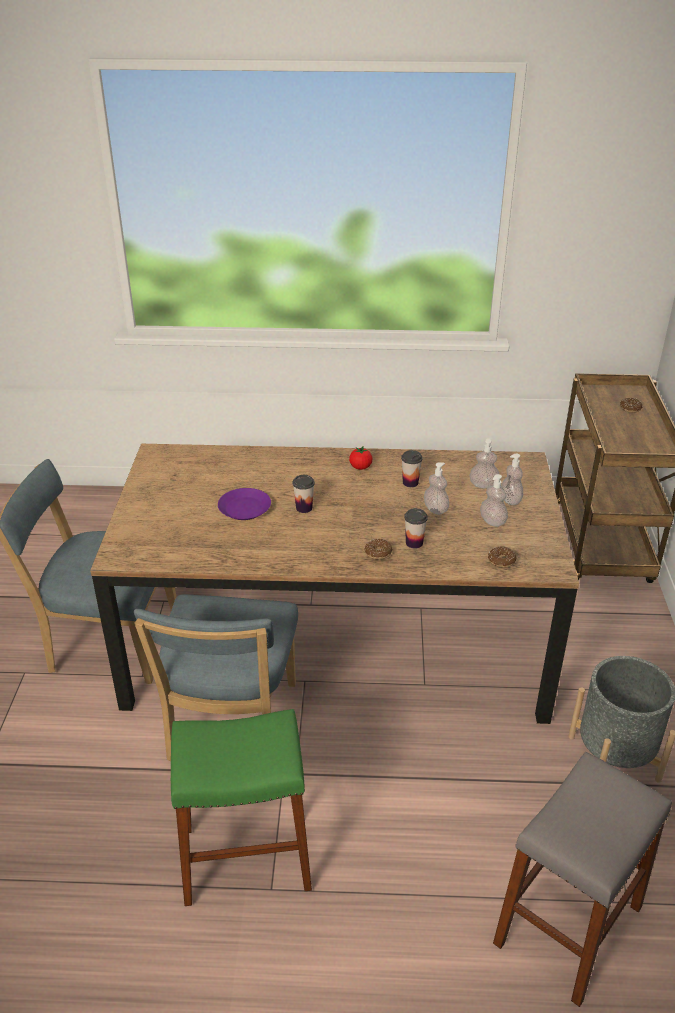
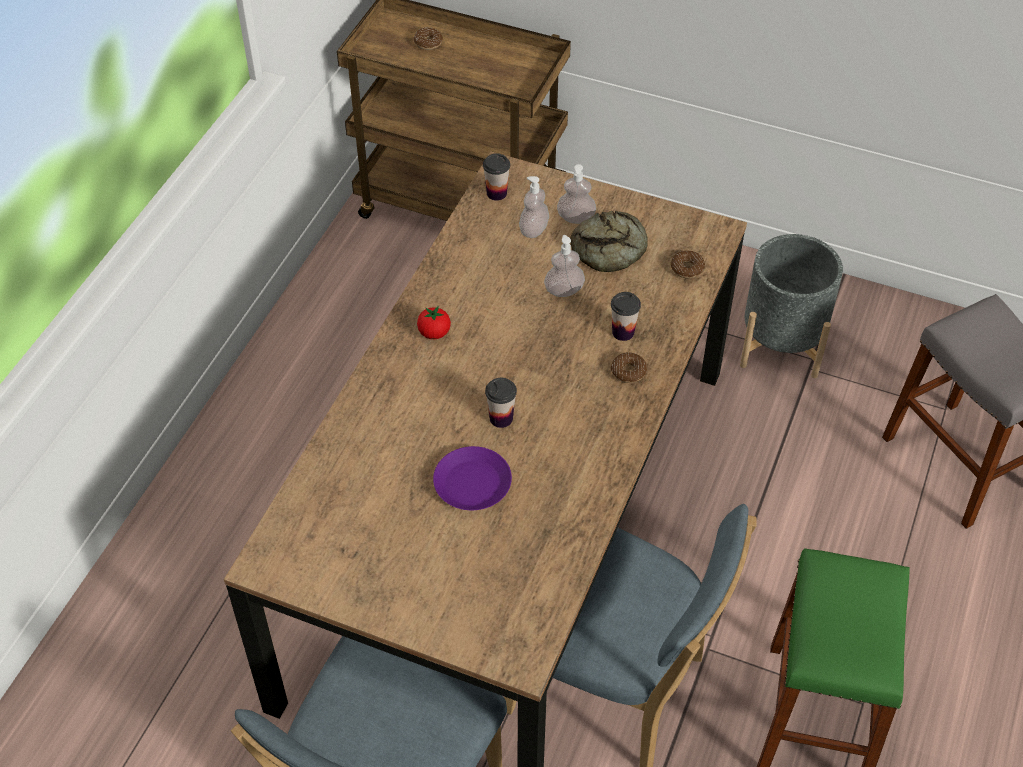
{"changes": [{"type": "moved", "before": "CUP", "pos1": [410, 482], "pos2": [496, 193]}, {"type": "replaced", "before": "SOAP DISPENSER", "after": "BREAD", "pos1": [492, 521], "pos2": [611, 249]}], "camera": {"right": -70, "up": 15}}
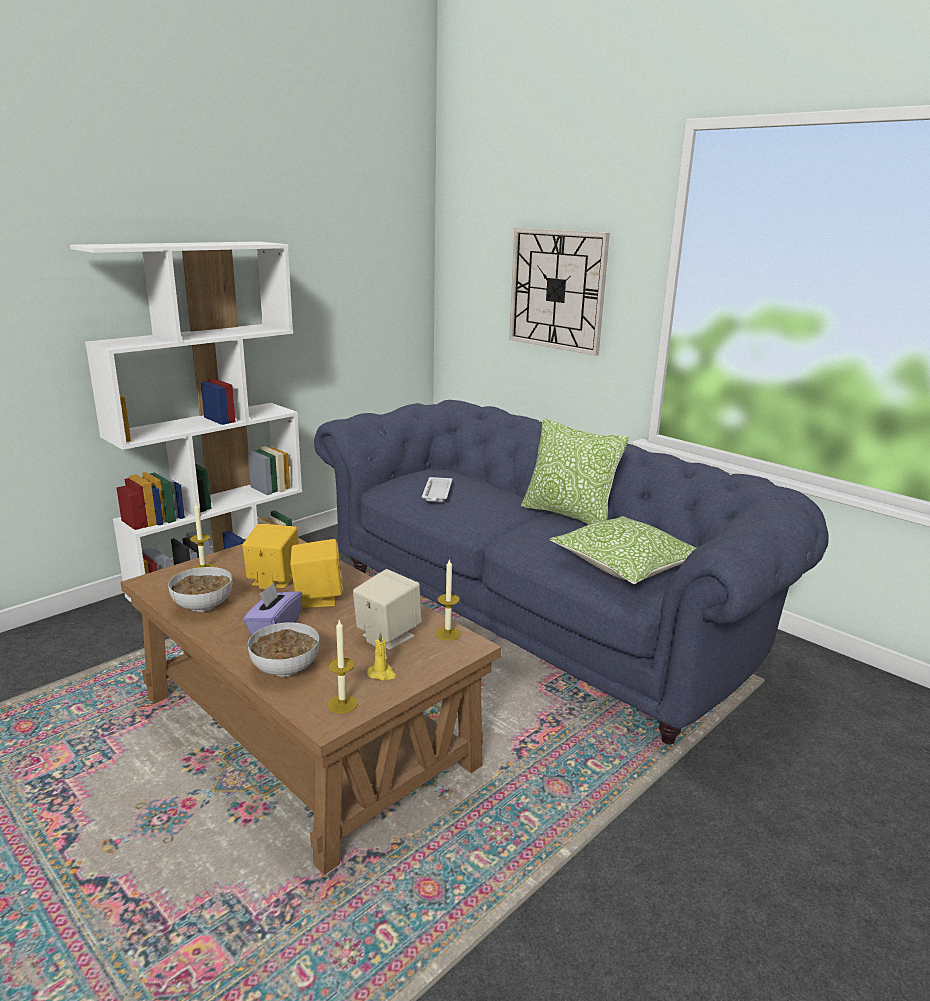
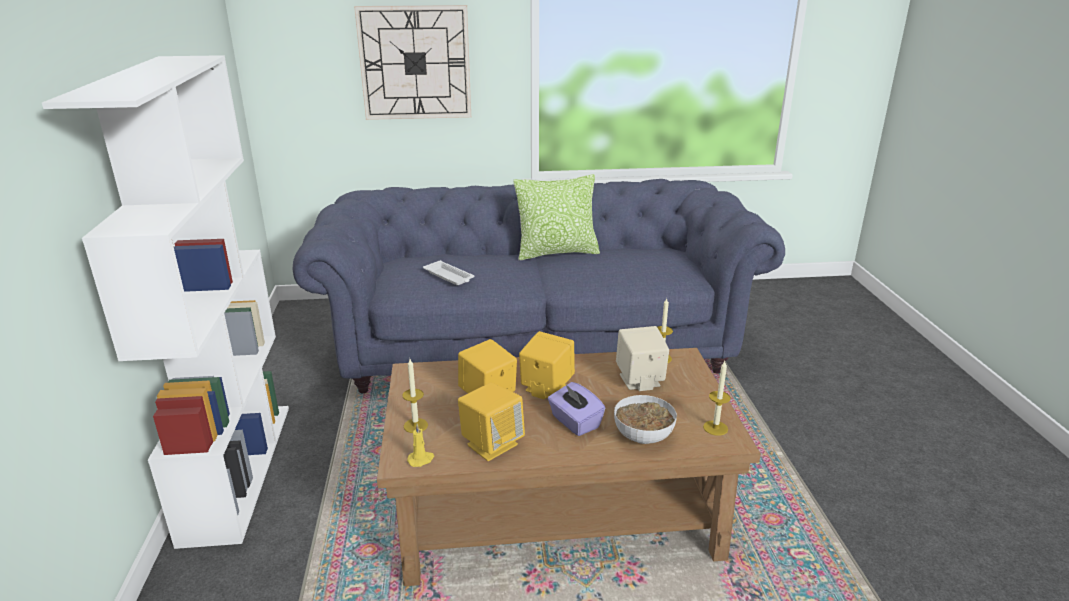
{"changes": [{"type": "removed", "before": "PILLOW", "pos1": [625, 565]}, {"type": "moved", "before": "YELLOW CANDLE", "pos1": [382, 674], "pos2": [421, 459]}, {"type": "replaced", "before": "BOWL", "after": "YELLOW SPEAKER", "pos1": [204, 605], "pos2": [492, 444]}], "camera": {"right": -50, "up": 5}}
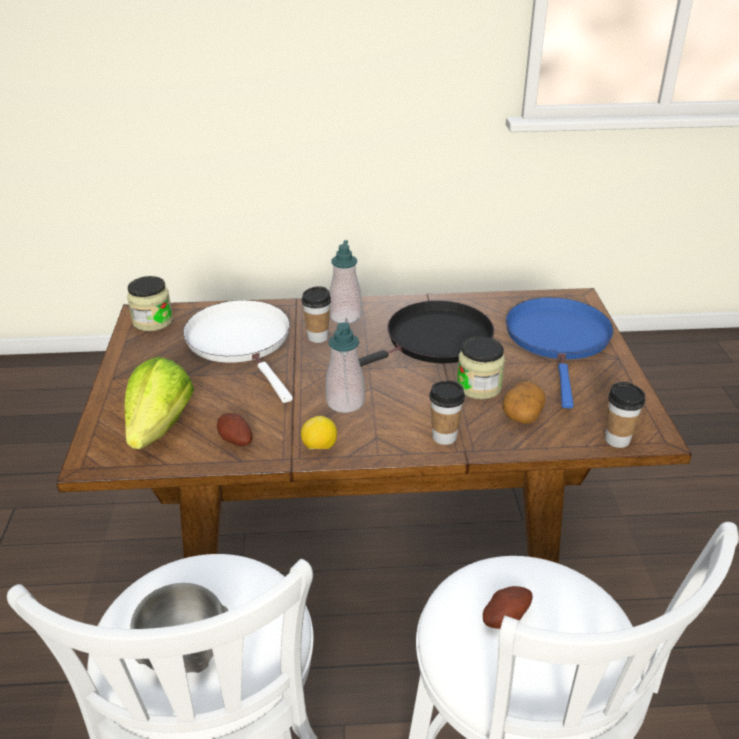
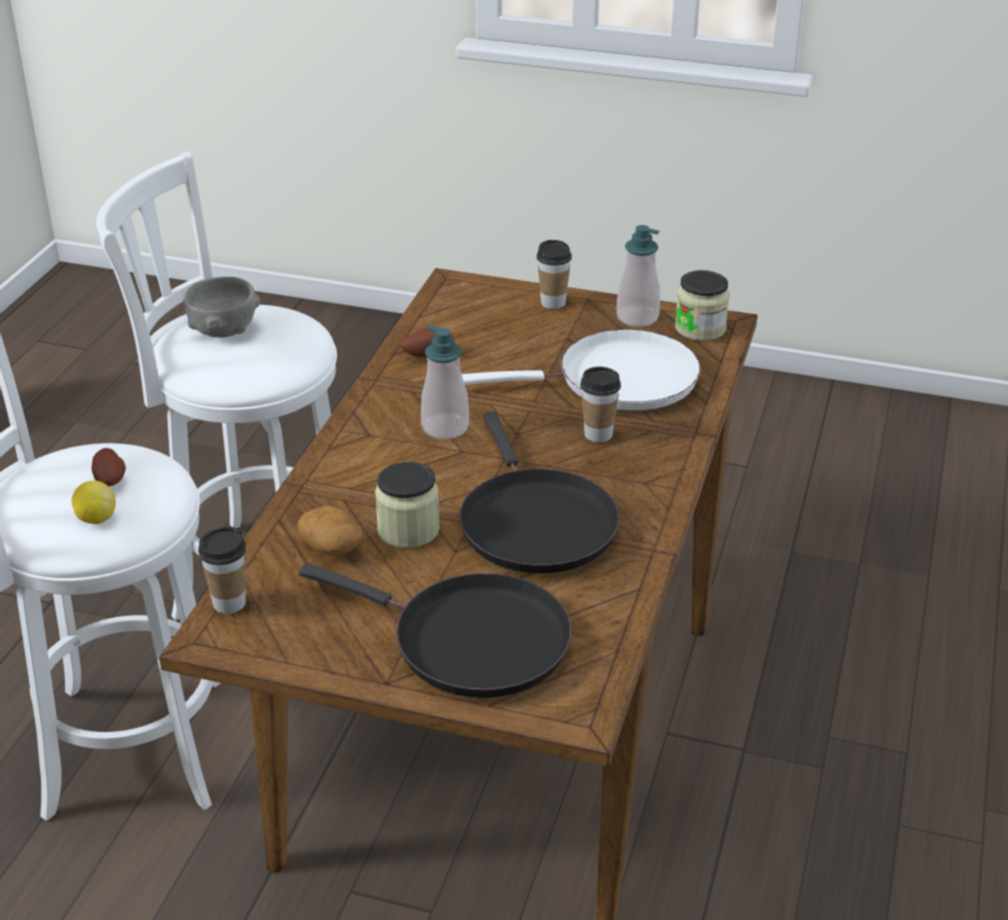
{"changes": [{"type": "removed", "before": "LETTUCE", "pos1": [160, 427]}, {"type": "moved", "before": "LEMON", "pos1": [319, 447], "pos2": [96, 518]}, {"type": "moved", "before": "SOAP DISPENSER", "pos1": [345, 316], "pos2": [637, 317]}, {"type": "moved", "before": "CUP", "pos1": [444, 437], "pos2": [553, 303]}, {"type": "recoloured", "before": "BLUE FRYING PAN", "after": "BLACK FRYING PAN", "pos1": [558, 339], "pos2": [470, 641]}], "camera": {"right": 110, "up": 0}}
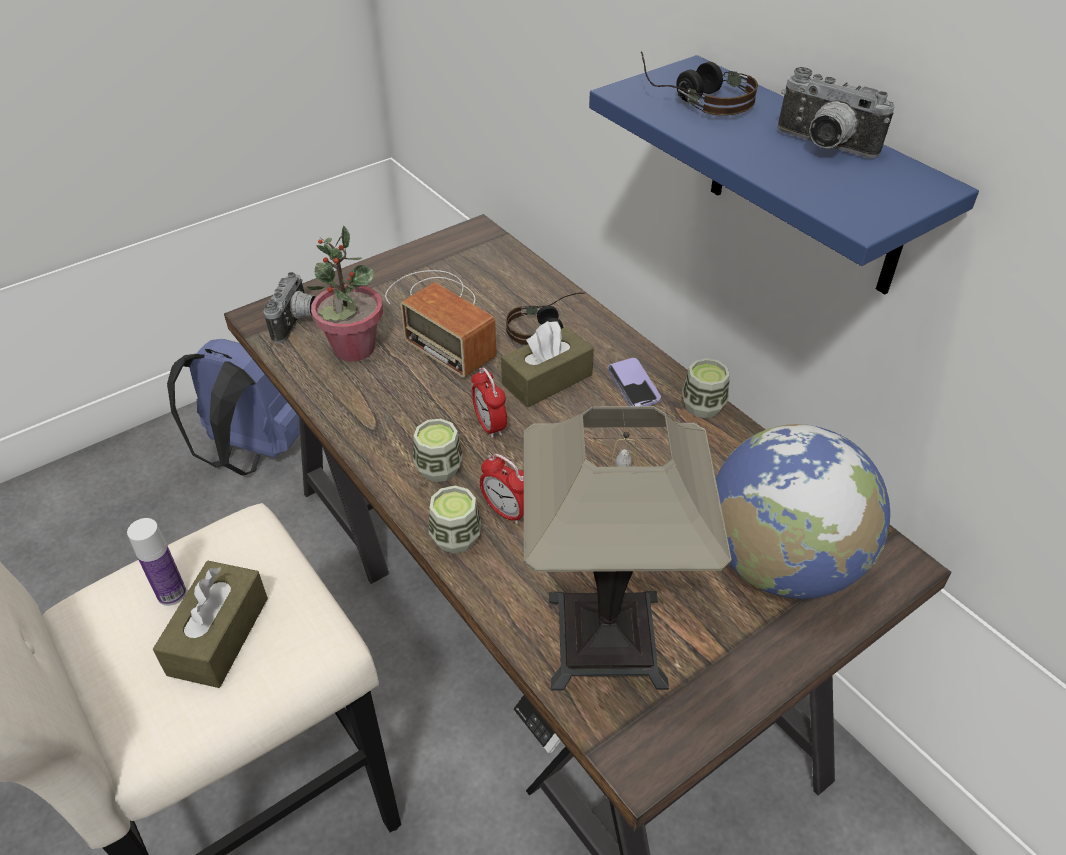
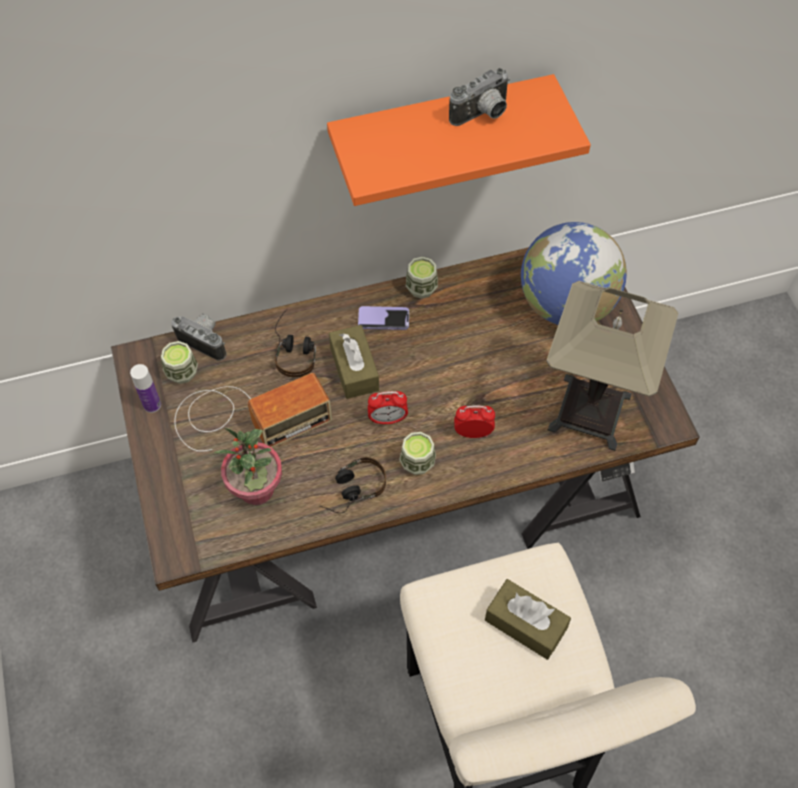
{"changes": [{"type": "removed", "before": "BLUE BACKPACK", "pos1": [249, 454]}, {"type": "moved", "before": "BOTTLE", "pos1": [172, 594], "pos2": [152, 405]}, {"type": "moved", "before": "PHOTO CAMERA", "pos1": [298, 323], "pos2": [205, 340]}, {"type": "moved", "before": "CUP", "pos1": [455, 537], "pos2": [182, 372]}, {"type": "moved", "before": "HEADPHONES", "pos1": [696, 98], "pos2": [350, 491]}, {"type": "recoloured", "before": "BLUE SHELF", "after": "ORANGE SHELF", "pos1": [808, 179], "pos2": [440, 131]}, {"type": "turned", "before": "ALARM CLOCK", "pos1": [506, 511], "pos2": [473, 433], "turn": -150}], "camera": {"right": -70, "up": 15}}
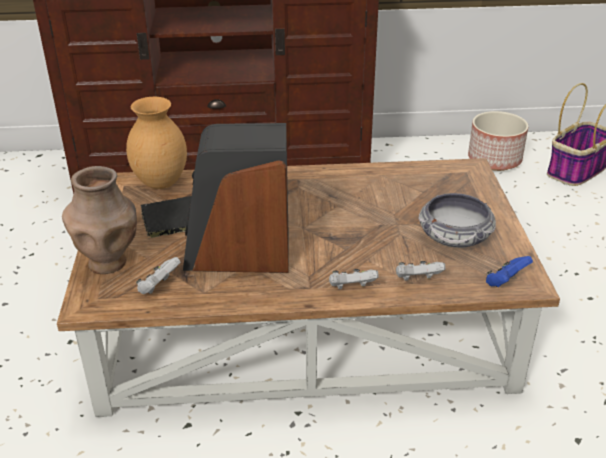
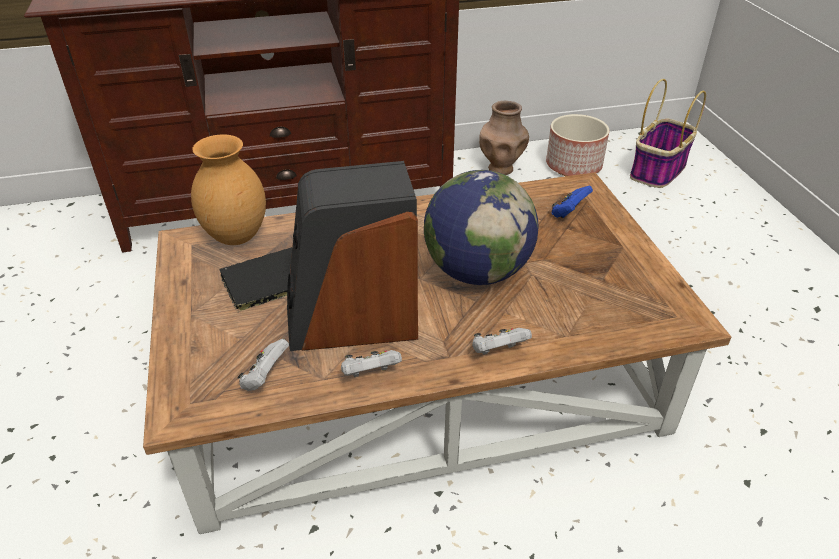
{"changes": [{"type": "removed", "before": "BOWL", "pos1": [454, 235]}, {"type": "added", "after": "GLOBE", "pos2": [477, 272]}, {"type": "moved", "before": "BROWN VASE", "pos1": [108, 262], "pos2": [501, 168]}, {"type": "moved", "before": "WHITE GAME CONTROLLER", "pos1": [417, 280], "pos2": [370, 374]}, {"type": "moved", "before": "BLUE GAME CONTROLLER", "pos1": [505, 282], "pos2": [569, 213]}], "camera": {"right": -10, "up": 5}}
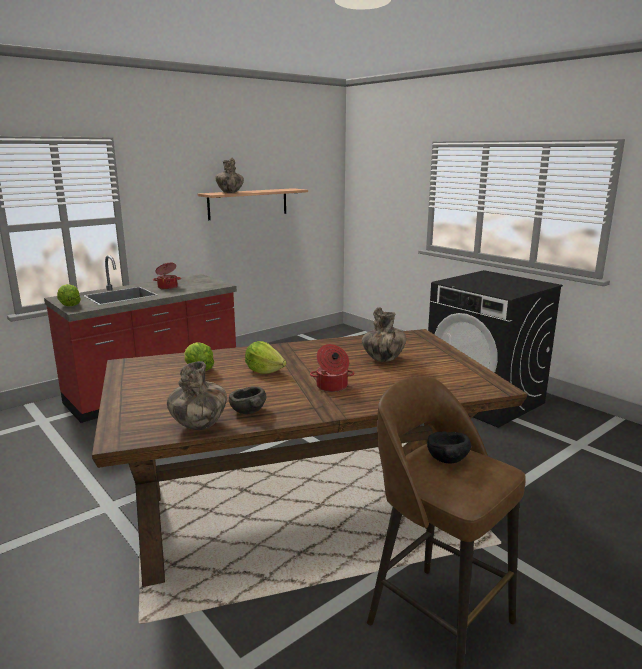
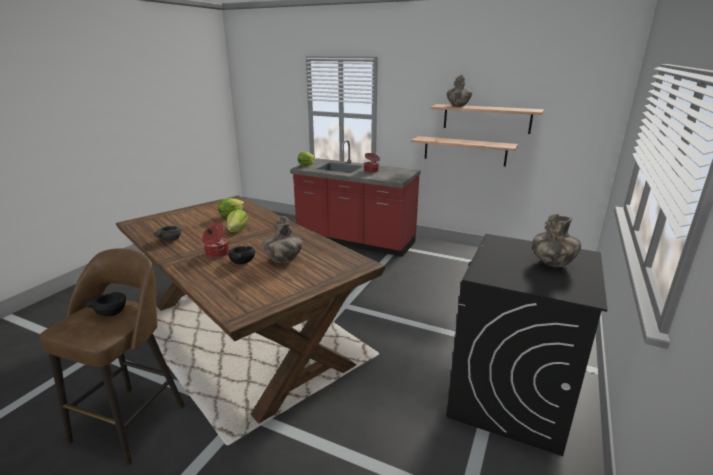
{"changes": [{"type": "added", "after": "BLACK BOWL", "pos2": [242, 262]}, {"type": "added", "after": "SHELF", "pos2": [464, 151]}, {"type": "moved", "before": "VASE", "pos1": [199, 425], "pos2": [552, 263]}], "camera": {"right": 65, "up": 5}}
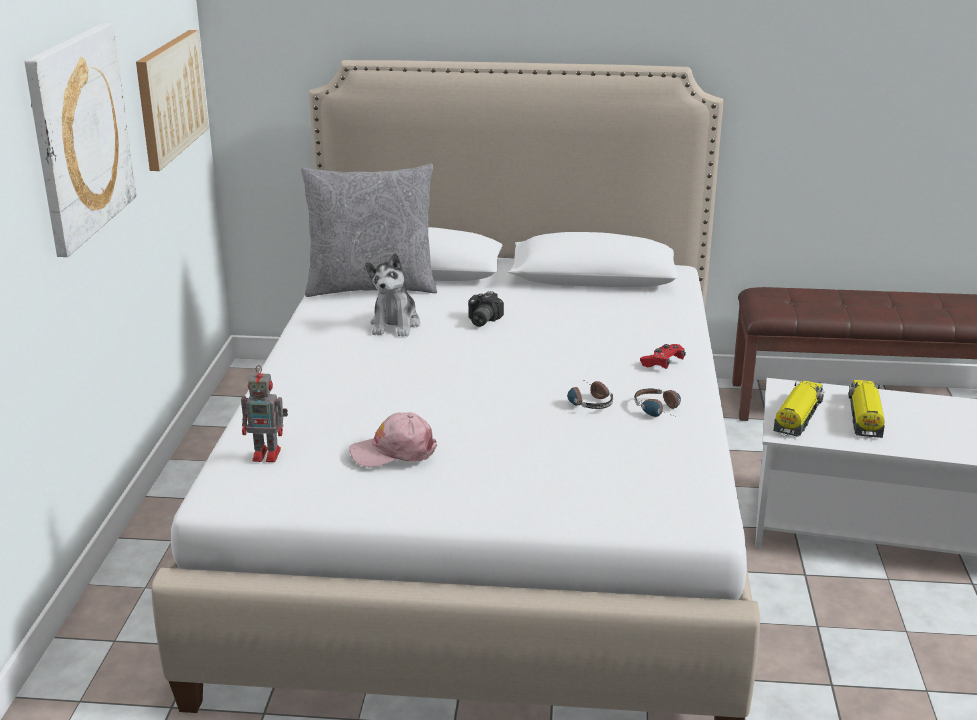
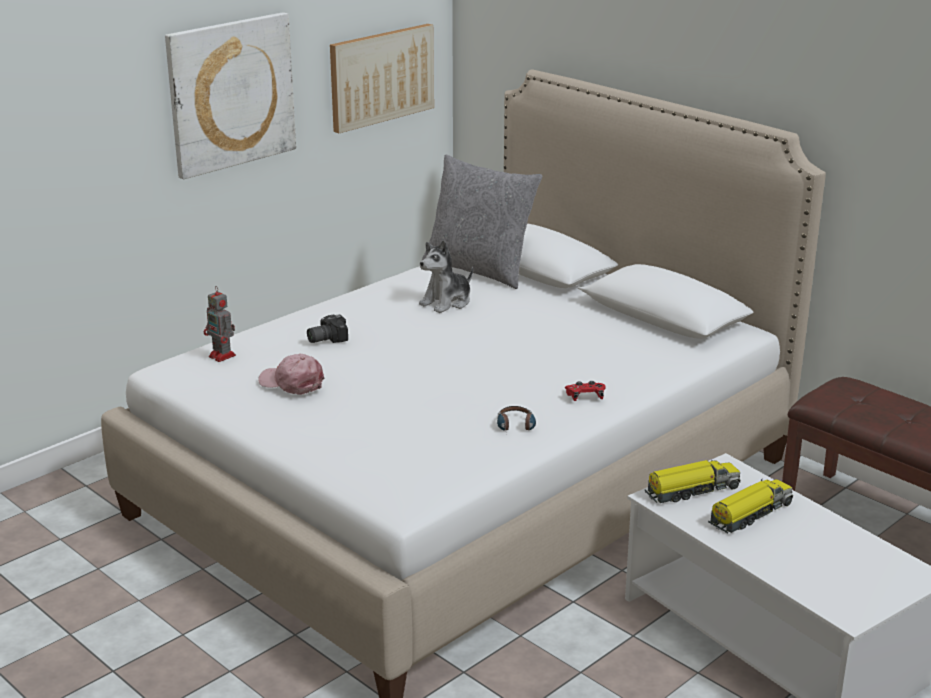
{"changes": [{"type": "removed", "before": "HEADPHONES", "pos1": [587, 401]}, {"type": "moved", "before": "PHOTO CAMERA", "pos1": [481, 320], "pos2": [325, 339]}], "camera": {"right": 40, "up": 0}}
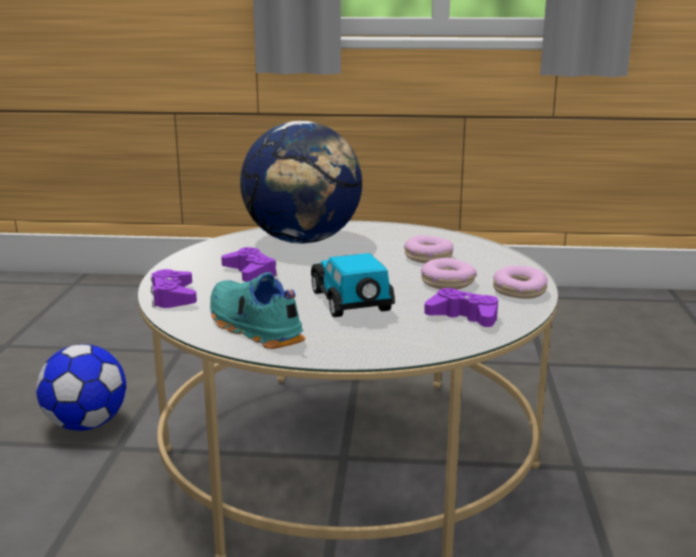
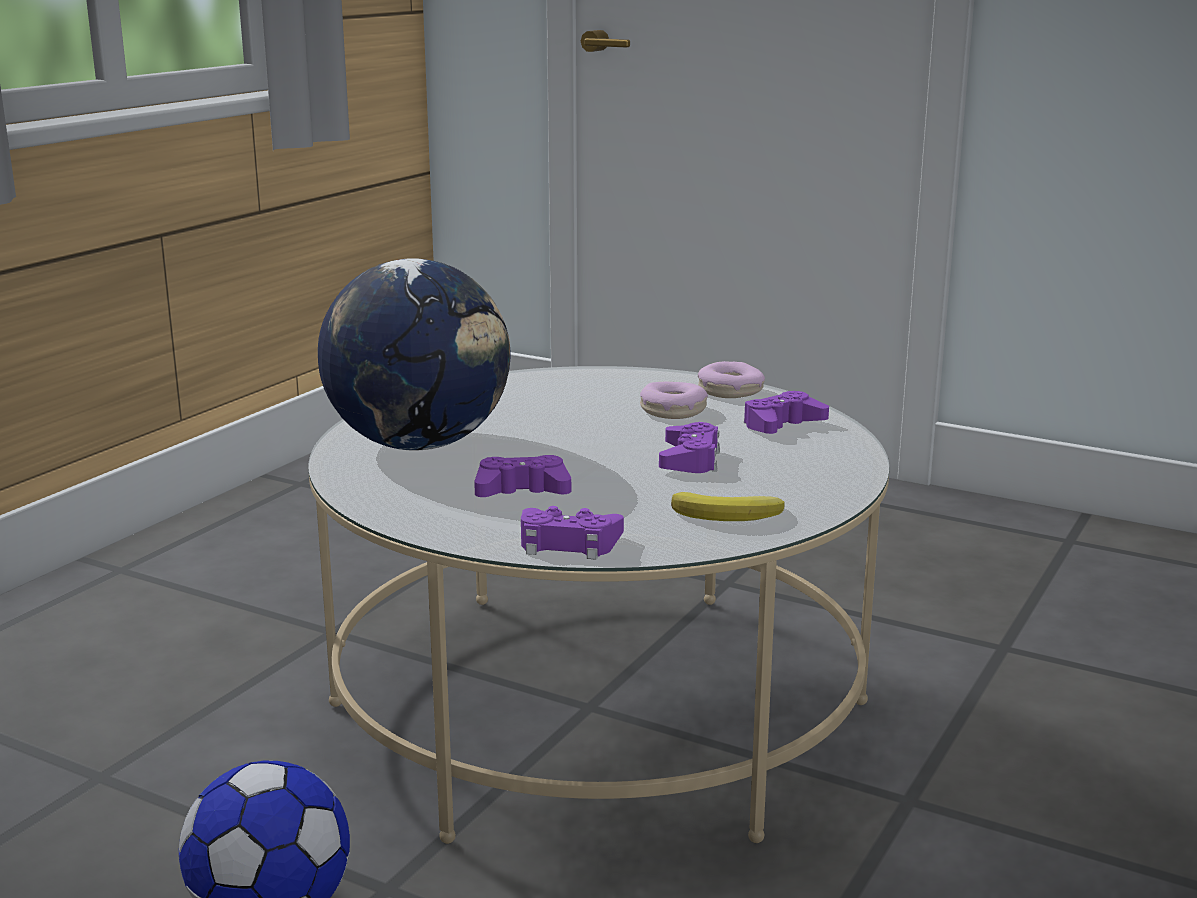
{"changes": [{"type": "removed", "before": "DONUT", "pos1": [428, 257]}, {"type": "replaced", "before": "TURQUOISE SHOE", "after": "BANANA", "pos1": [253, 329], "pos2": [731, 515]}, {"type": "replaced", "before": "TOY CAR", "after": "PURPLE GAME CONTROLLER", "pos1": [351, 302], "pos2": [690, 459]}], "camera": {"right": -65, "up": 0}}
